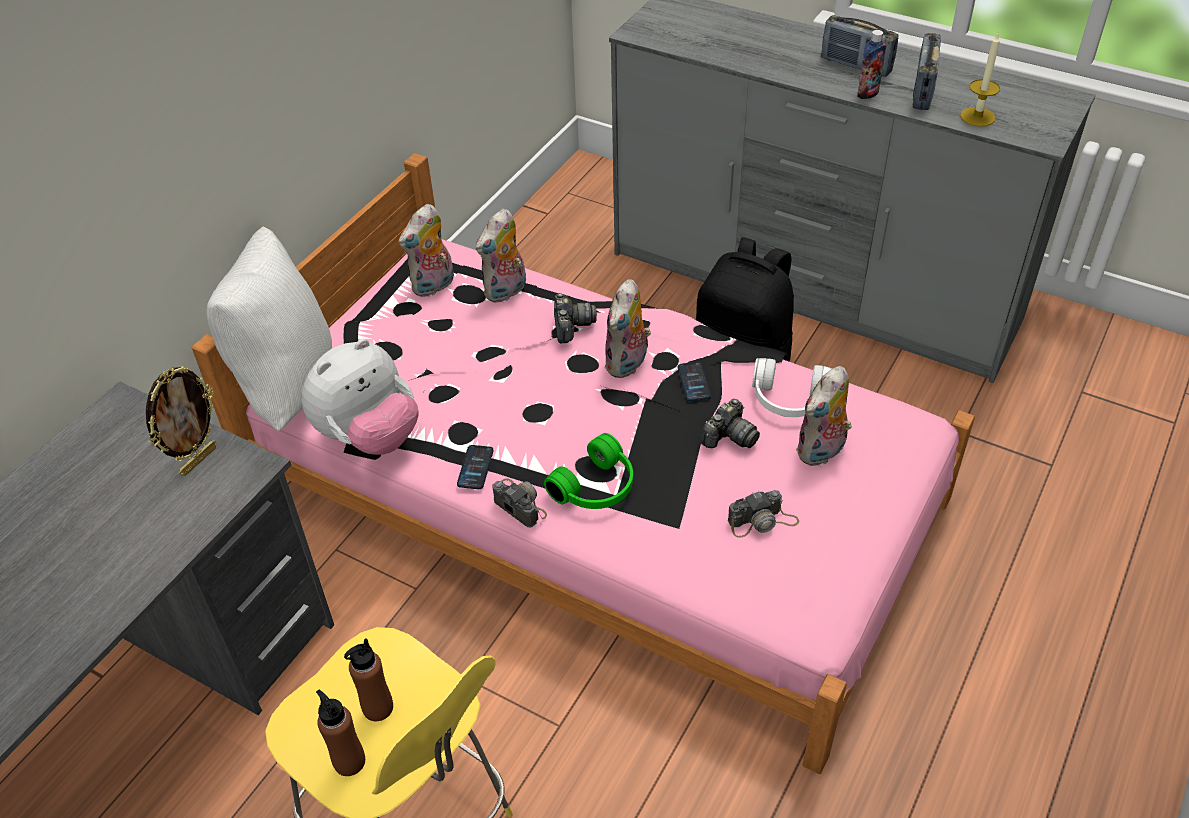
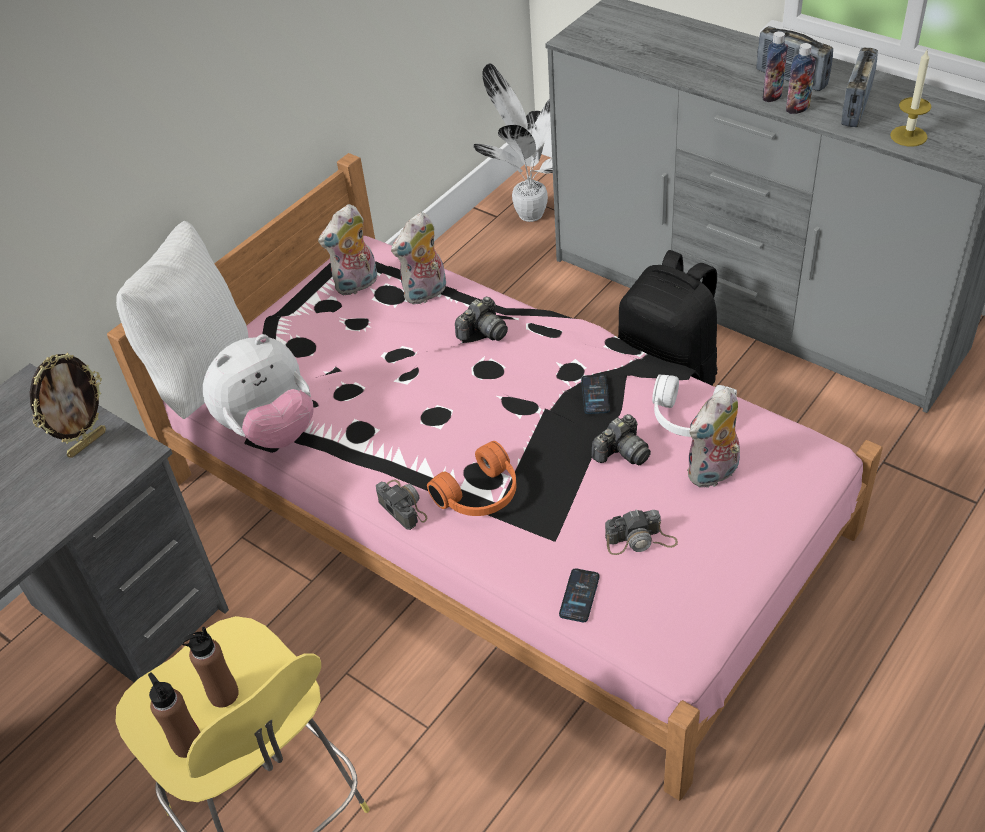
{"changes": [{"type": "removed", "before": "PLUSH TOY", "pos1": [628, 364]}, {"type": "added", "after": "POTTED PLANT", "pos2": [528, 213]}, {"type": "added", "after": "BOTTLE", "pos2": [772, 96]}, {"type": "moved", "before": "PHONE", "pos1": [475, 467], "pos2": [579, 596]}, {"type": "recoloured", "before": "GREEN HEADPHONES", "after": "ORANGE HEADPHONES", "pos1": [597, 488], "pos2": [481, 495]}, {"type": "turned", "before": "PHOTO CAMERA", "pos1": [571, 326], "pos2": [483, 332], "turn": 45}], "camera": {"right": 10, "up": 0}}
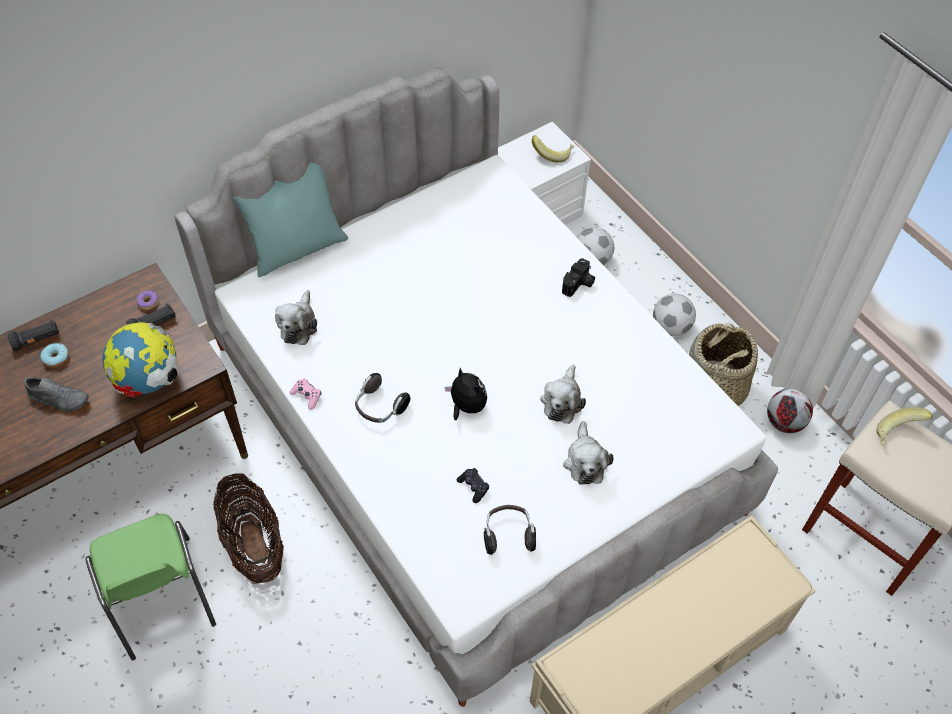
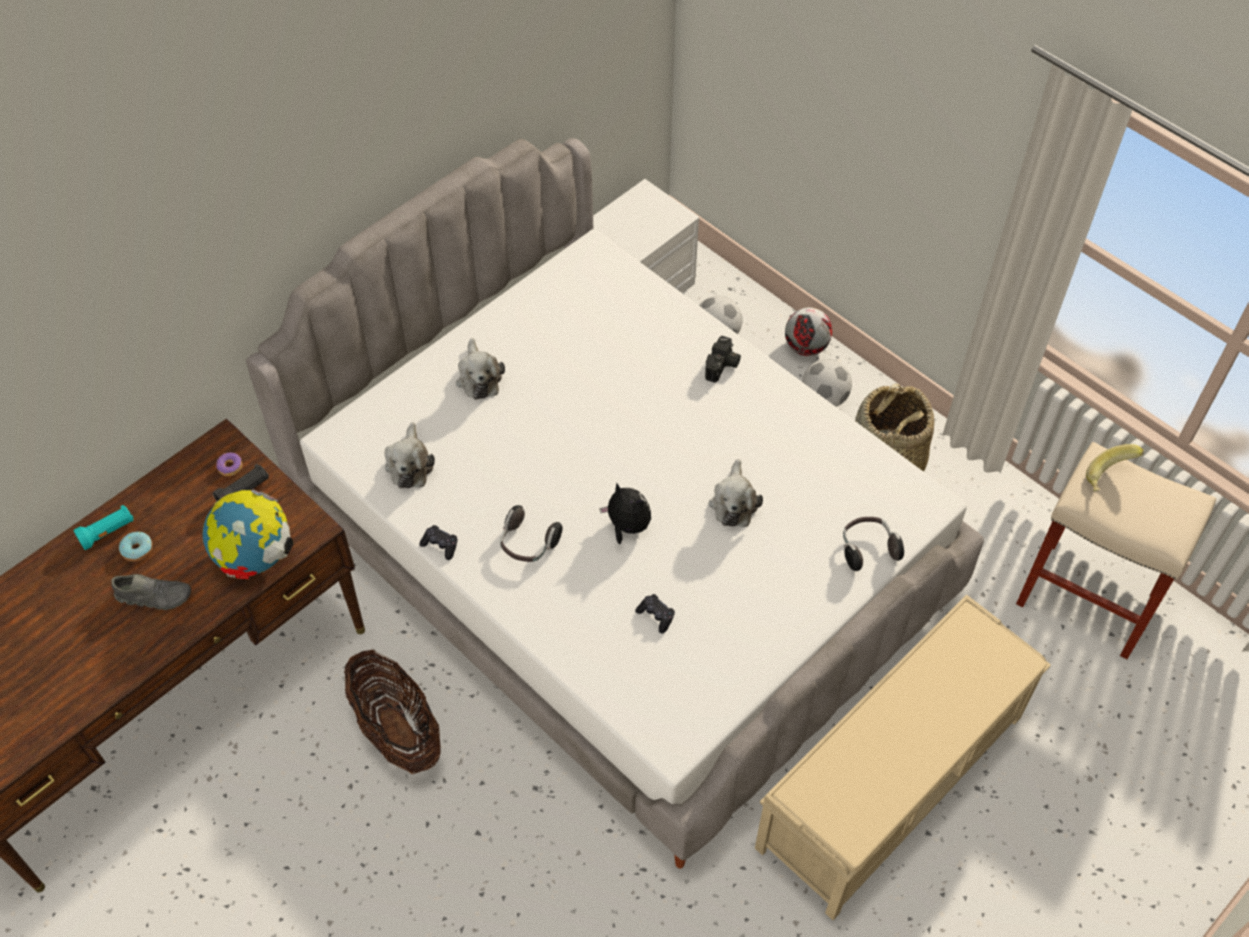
{"changes": [{"type": "removed", "before": "GREEN CHAIR", "pos1": [159, 600]}, {"type": "removed", "before": "TURQUOISE PILLOW", "pos1": [297, 249]}, {"type": "removed", "before": "BANANA", "pos1": [552, 153]}, {"type": "moved", "before": "HEADPHONES", "pos1": [508, 534], "pos2": [867, 549]}, {"type": "moved", "before": "PLUSH TOY", "pos1": [585, 461], "pos2": [478, 377]}, {"type": "moved", "before": "FOOTBALL", "pos1": [783, 422], "pos2": [805, 347]}, {"type": "recoloured", "before": "BLACK FLASHLIGHT", "after": "TURQUOISE FLASHLIGHT", "pos1": [37, 340], "pos2": [108, 532]}, {"type": "recoloured", "before": "PINK GAME CONTROLLER", "after": "BLACK GAME CONTROLLER", "pos1": [307, 396], "pos2": [440, 545]}], "camera": {"right": -10, "up": 0}}
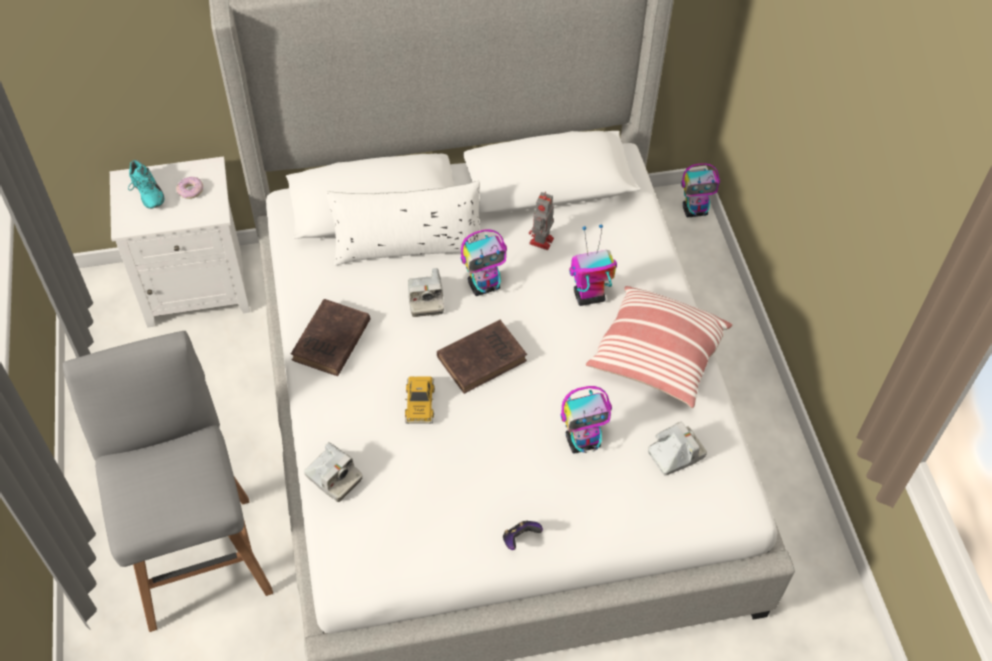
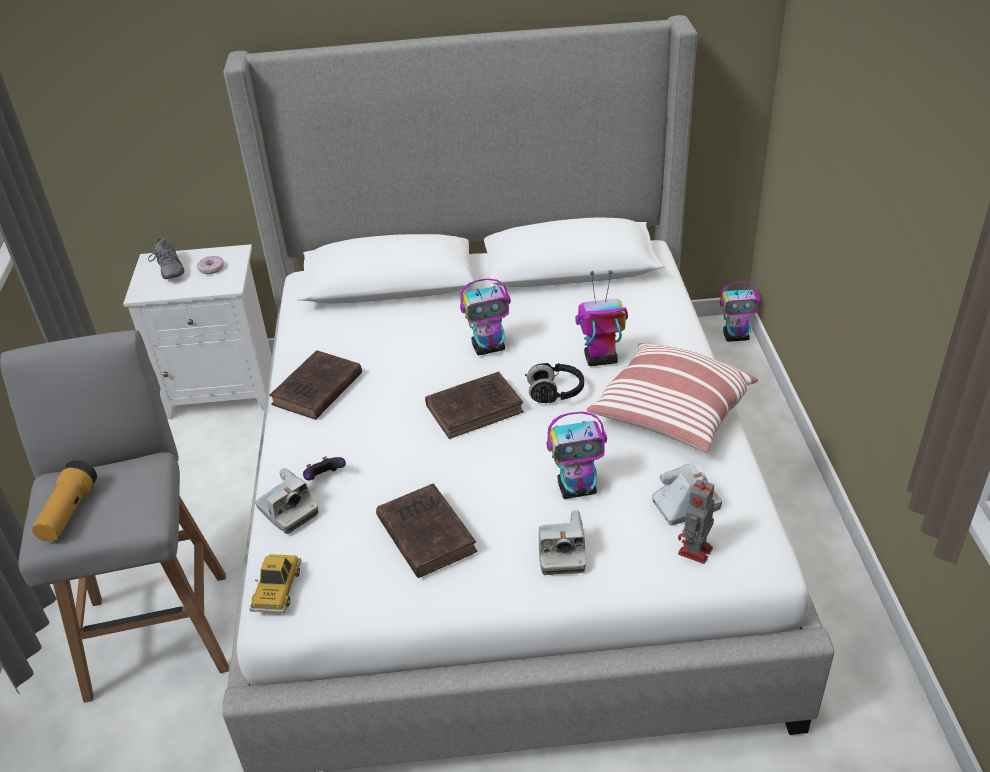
{"changes": [{"type": "removed", "before": "WHITE PILLOW", "pos1": [407, 245]}, {"type": "added", "after": "FLASHLIGHT", "pos2": [69, 512]}, {"type": "added", "after": "BROWN BOOK", "pos2": [425, 533]}, {"type": "added", "after": "BLACK HEADPHONES", "pos2": [555, 393]}, {"type": "moved", "before": "TOY CAR", "pos1": [420, 403], "pos2": [277, 589]}, {"type": "moved", "before": "PHOTO CAMERA", "pos1": [425, 299], "pos2": [561, 552]}, {"type": "moved", "before": "GAME CONTROLLER", "pos1": [520, 539], "pos2": [324, 478]}, {"type": "moved", "before": "TOY ROBOT", "pos1": [541, 242], "pos2": [694, 552]}, {"type": "recoloured", "before": "TURQUOISE SHOE", "after": "GREY SHOE", "pos1": [146, 194], "pos2": [168, 271]}], "camera": {"right": 10, "up": -15}}
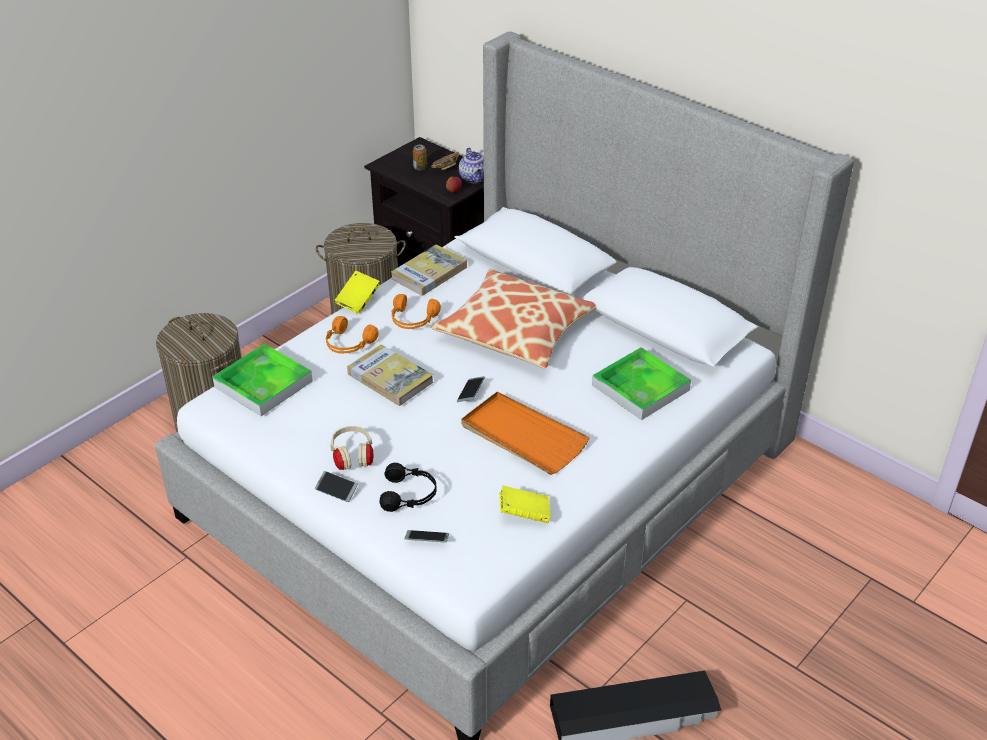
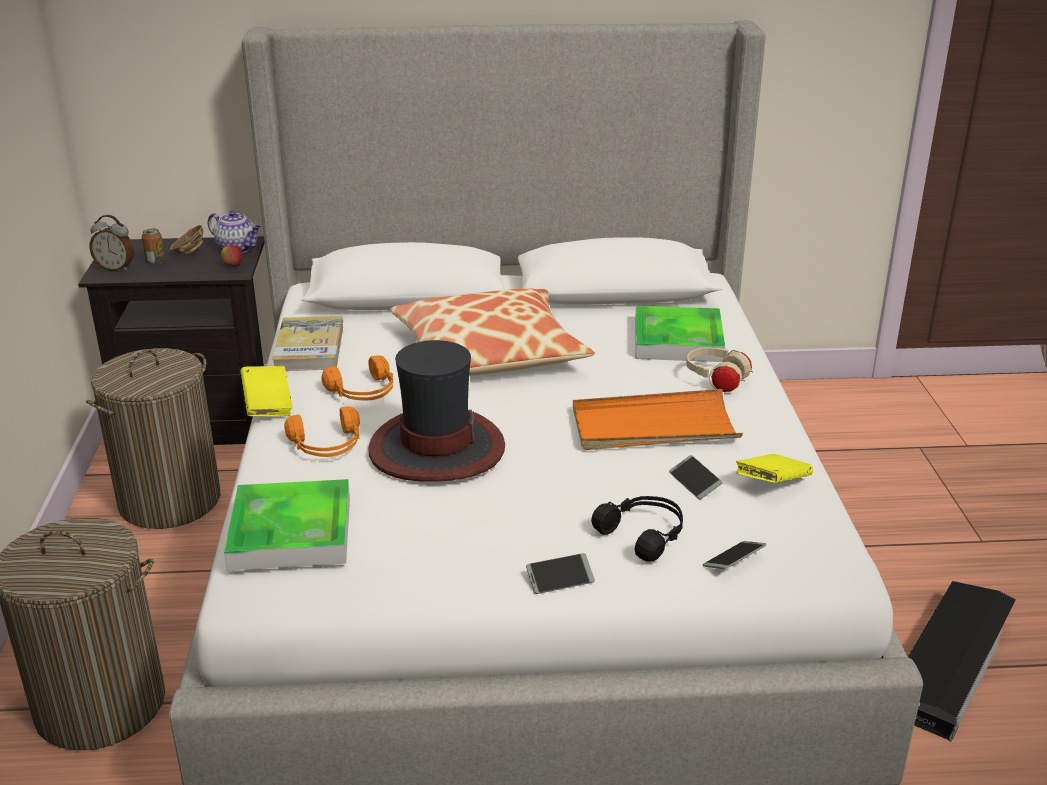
{"changes": [{"type": "added", "after": "ALARM CLOCK", "pos2": [116, 268]}, {"type": "moved", "before": "BEIGE HEADPHONES", "pos1": [353, 458], "pos2": [717, 382]}, {"type": "moved", "before": "PHONE", "pos1": [471, 392], "pos2": [694, 482]}, {"type": "replaced", "before": "BOOK", "after": "HAT", "pos1": [390, 378], "pos2": [436, 448]}], "camera": {"right": -45, "up": -10}}
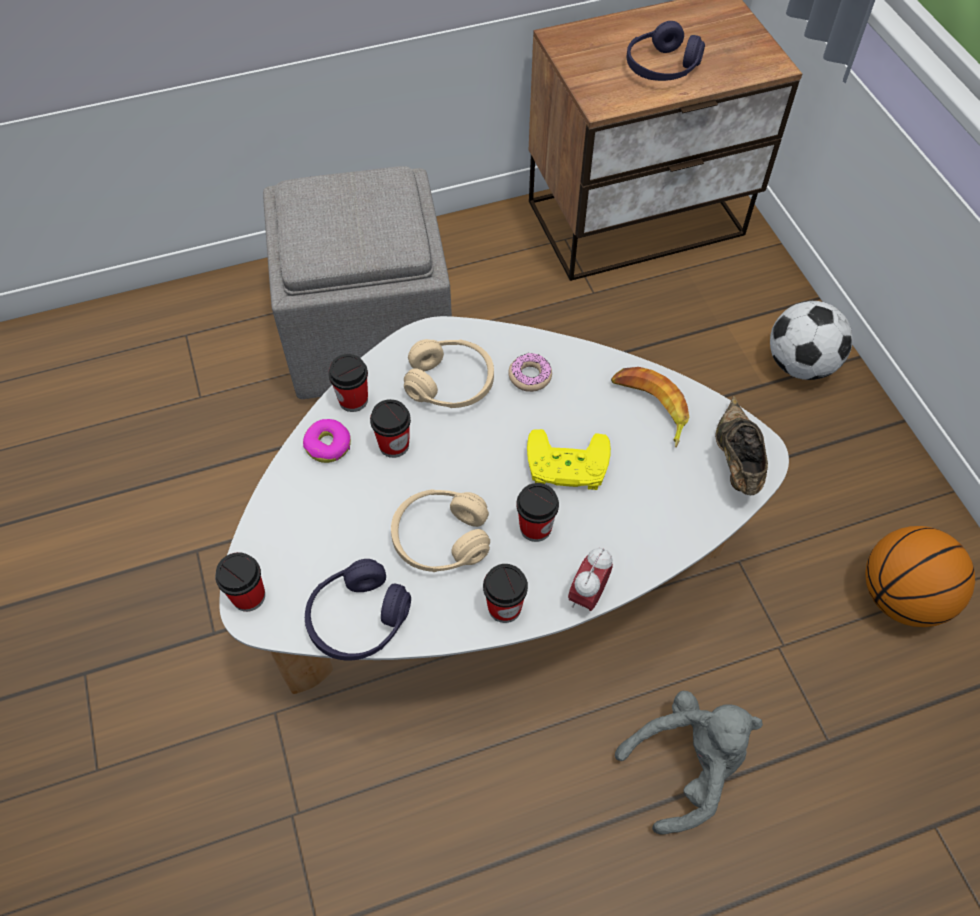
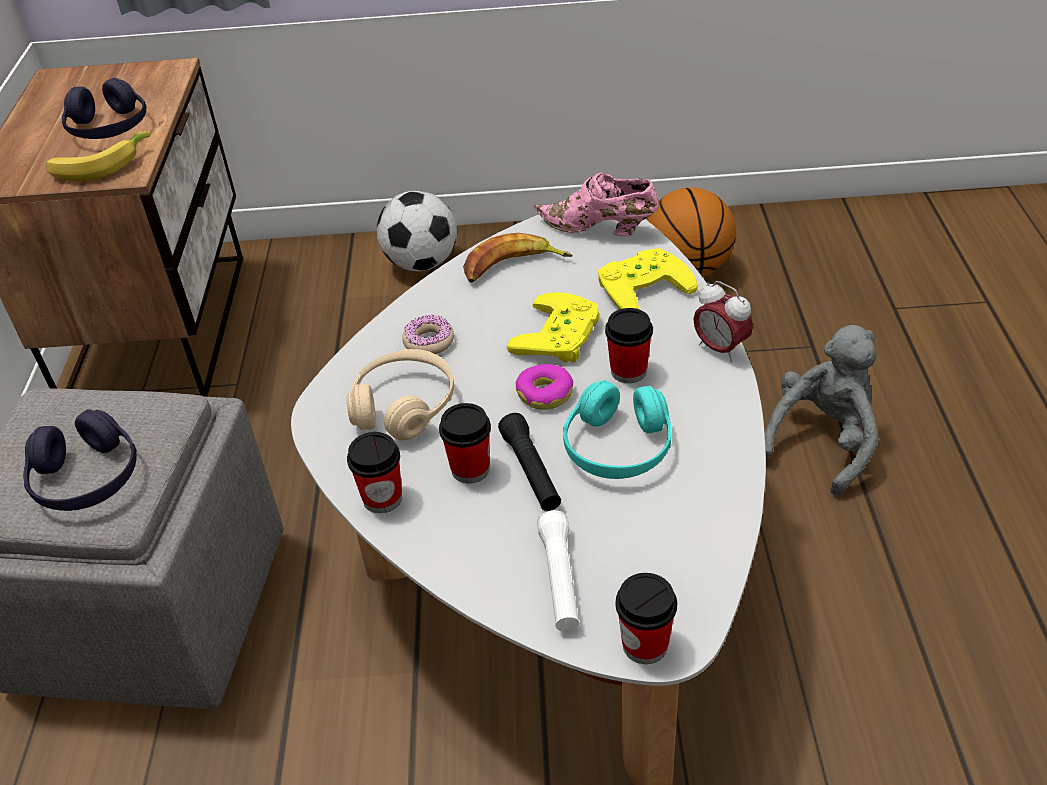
{"changes": [{"type": "removed", "before": "CUP", "pos1": [504, 607]}, {"type": "added", "after": "BANANA", "pos2": [100, 165]}, {"type": "added", "after": "BLACK FLASHLIGHT", "pos2": [531, 471]}, {"type": "added", "after": "WHITE FLASHLIGHT", "pos2": [560, 580]}, {"type": "added", "after": "YELLOW GAME CONTROLLER", "pos2": [641, 284]}, {"type": "moved", "before": "DONUT", "pos1": [328, 445], "pos2": [545, 393]}, {"type": "moved", "before": "PURPLE HEADPHONES", "pos1": [358, 619], "pos2": [87, 478]}, {"type": "recoloured", "before": "BEIGE HEADPHONES", "after": "TURQUOISE HEADPHONES", "pos1": [441, 538], "pos2": [618, 447]}, {"type": "recoloured", "before": "BROWN SHOE", "after": "PINK SHOE", "pos1": [735, 461], "pos2": [600, 229]}, {"type": "turned", "before": "GREY PLUSH TOY", "pos1": [686, 766], "pos2": [823, 442], "turn": 45}], "camera": {"right": -70, "up": -15}}
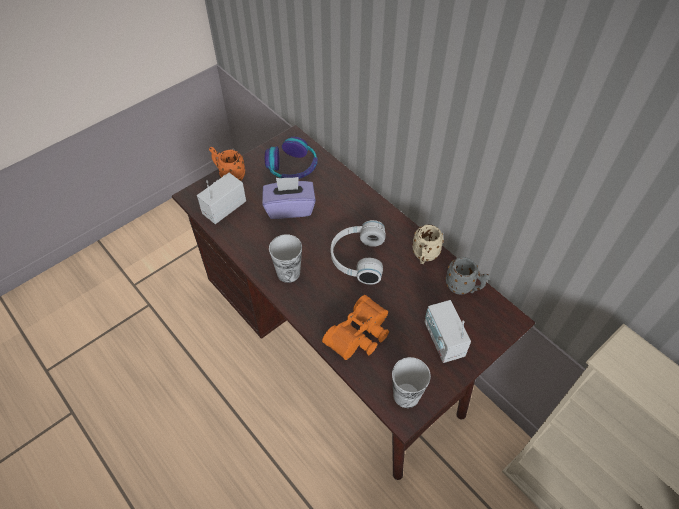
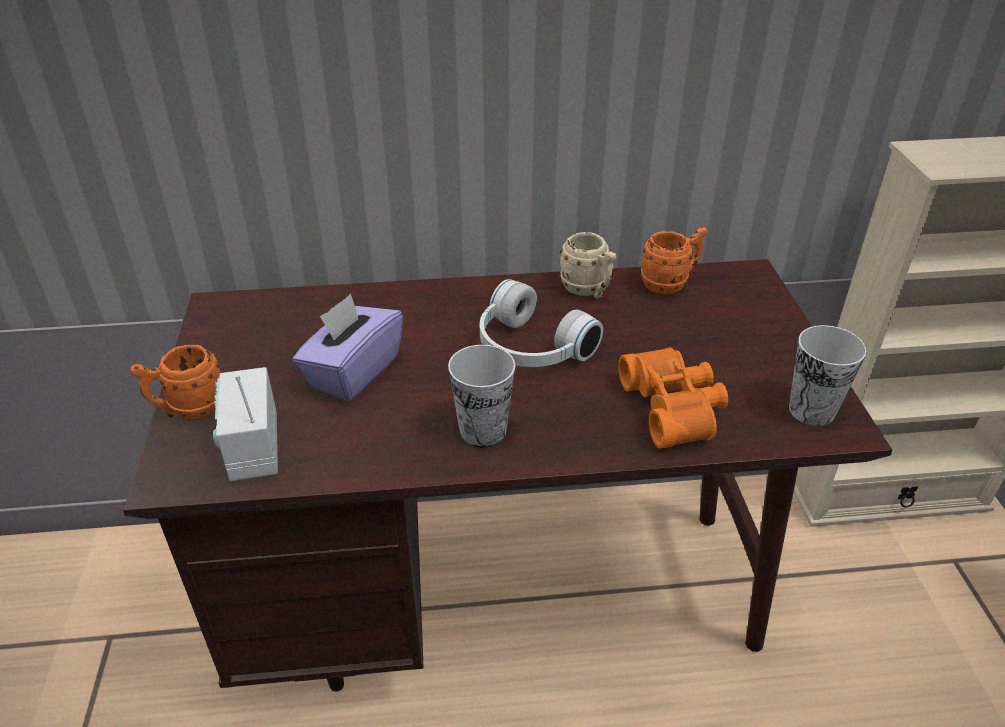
{"changes": [{"type": "removed", "before": "HEADPHONES", "pos1": [292, 167]}, {"type": "removed", "before": "RADIO", "pos1": [443, 340]}, {"type": "recoloured", "before": "GREY MUG", "after": "ORANGE MUG", "pos1": [463, 287], "pos2": [670, 283]}], "camera": {"right": -55, "up": -15}}
